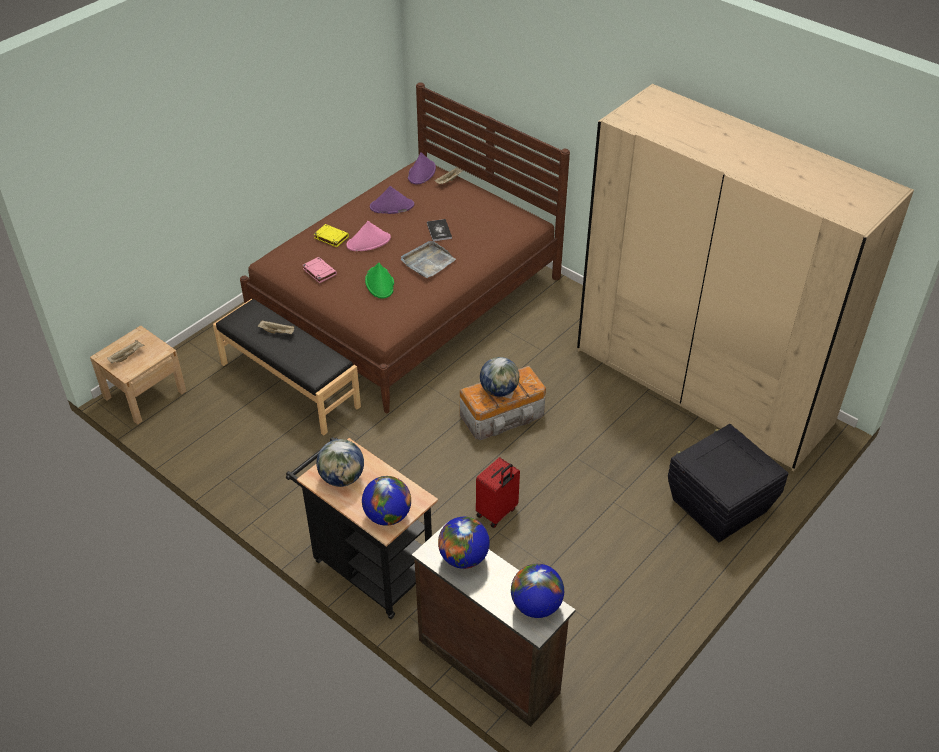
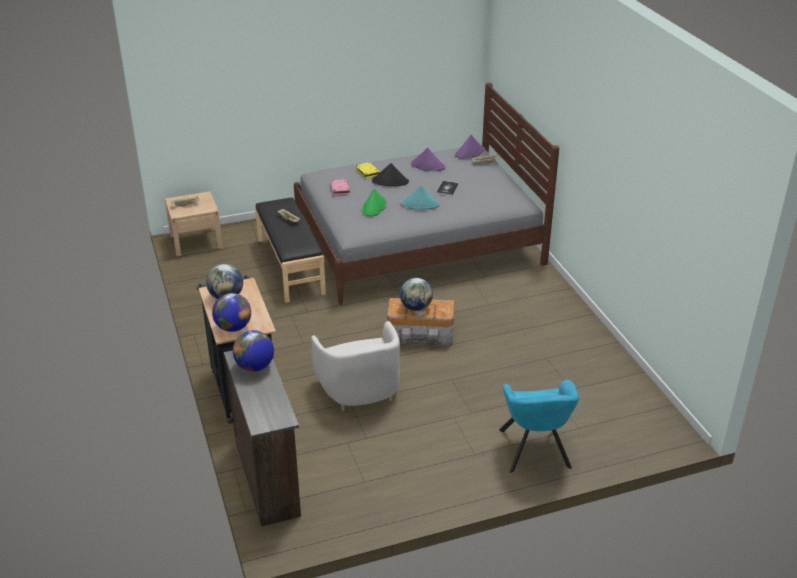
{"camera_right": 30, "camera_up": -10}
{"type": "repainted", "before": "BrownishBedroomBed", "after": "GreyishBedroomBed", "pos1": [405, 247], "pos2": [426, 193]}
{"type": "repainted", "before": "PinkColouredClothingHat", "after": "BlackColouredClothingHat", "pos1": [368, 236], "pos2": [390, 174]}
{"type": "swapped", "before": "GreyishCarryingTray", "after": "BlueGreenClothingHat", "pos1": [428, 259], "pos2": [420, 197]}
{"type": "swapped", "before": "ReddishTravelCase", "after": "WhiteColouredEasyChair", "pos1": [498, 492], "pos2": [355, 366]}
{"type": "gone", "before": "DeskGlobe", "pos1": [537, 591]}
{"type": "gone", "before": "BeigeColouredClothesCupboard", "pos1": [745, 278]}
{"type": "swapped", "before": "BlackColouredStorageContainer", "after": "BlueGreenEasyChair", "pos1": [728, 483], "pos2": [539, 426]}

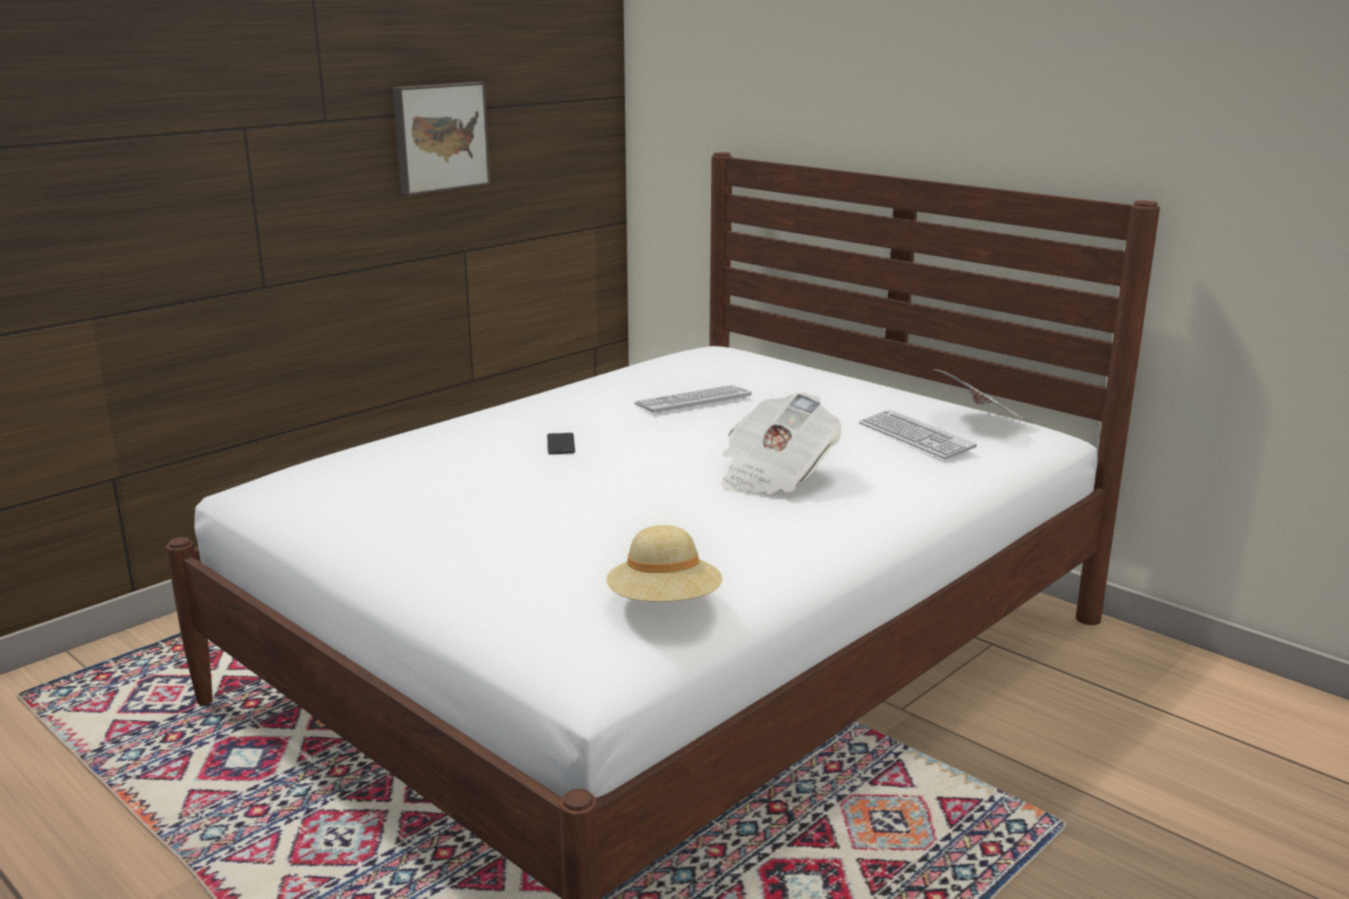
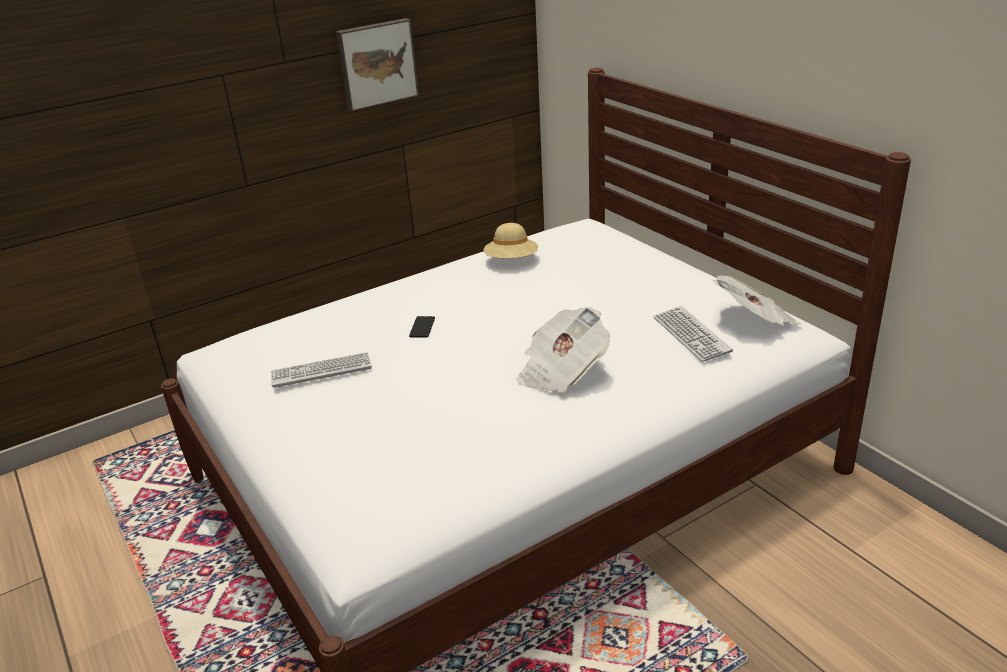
{"camera_right": 15, "camera_up": 10}
{"type": "shifted", "before": "BeigeColouredClothingHat", "pos1": [664, 563], "pos2": [511, 240]}
{"type": "shifted", "before": "ComputerKeyboard", "pos1": [693, 399], "pos2": [321, 370]}

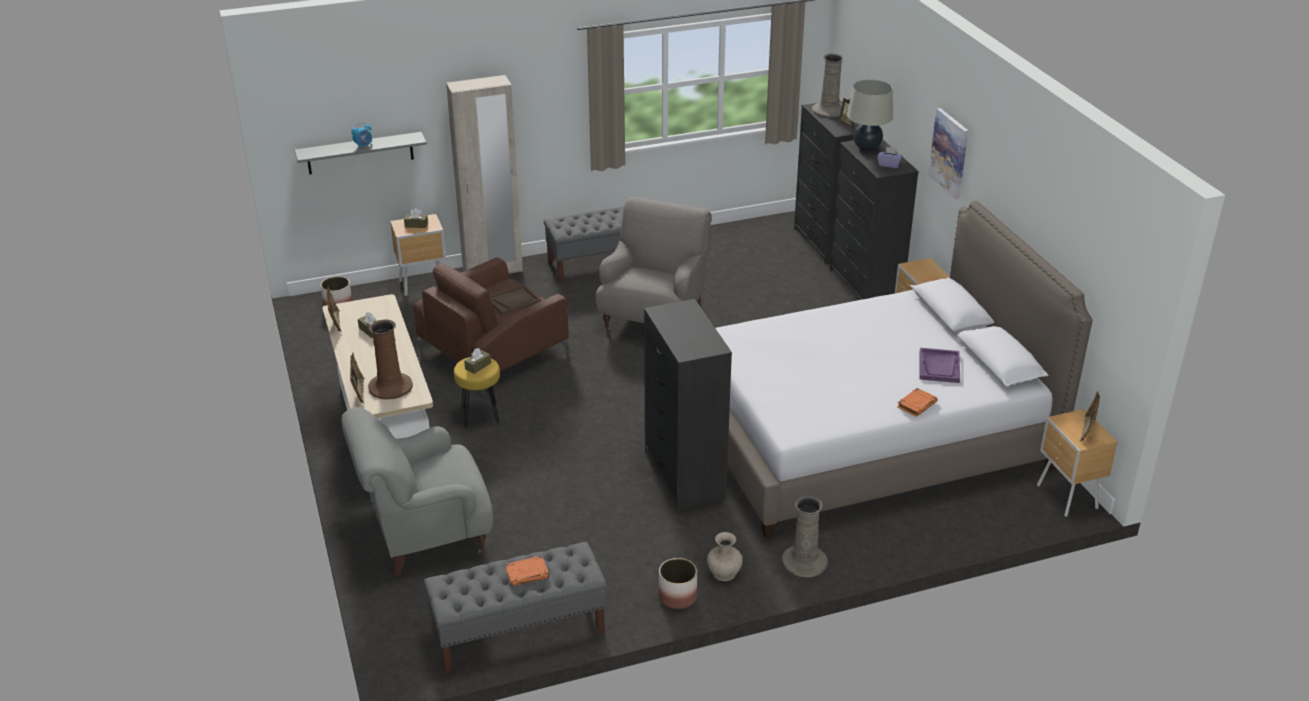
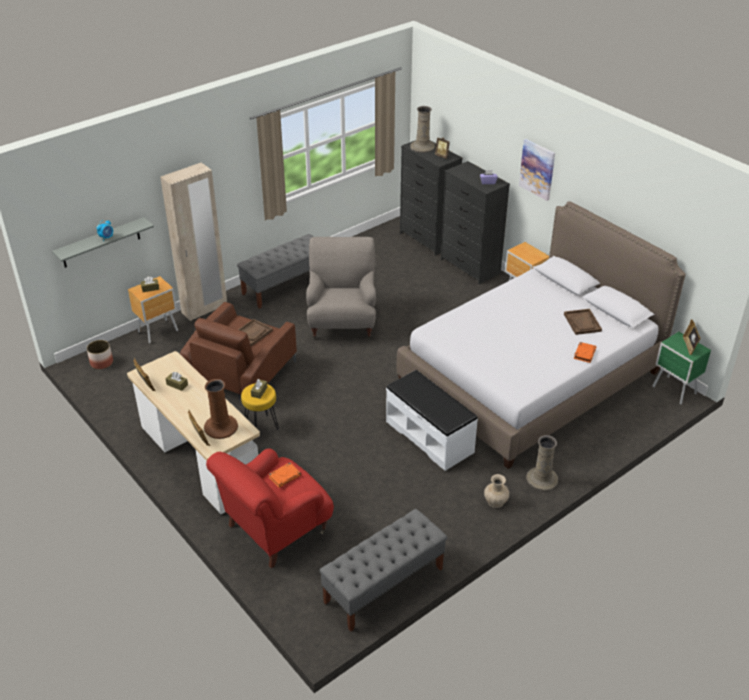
{"camera_right": -20, "camera_up": 5}
{"type": "repainted", "before": "GreyishEasyChair", "after": "ReddishEasyChair", "pos1": [417, 492], "pos2": [270, 509]}
{"type": "shifted", "before": "OrangeColouredBoundBook", "pos1": [527, 571], "pos2": [284, 475]}
{"type": "swapped", "before": "BlackColouredDresser", "after": "WhiteColouredLongSeat", "pos1": [688, 404], "pos2": [432, 420]}
{"type": "gone", "before": "FlowerPot", "pos1": [678, 583]}
{"type": "gone", "before": "BeigeColouredTabletopLamp", "pos1": [870, 114]}
{"type": "repainted", "before": "PurpleCarryingTray", "after": "BrownishCarryingTray", "pos1": [939, 365], "pos2": [583, 322]}
{"type": "repainted", "before": "BrownishNightTable", "after": "GreenColouredNightTable", "pos1": [1077, 463], "pos2": [682, 368]}

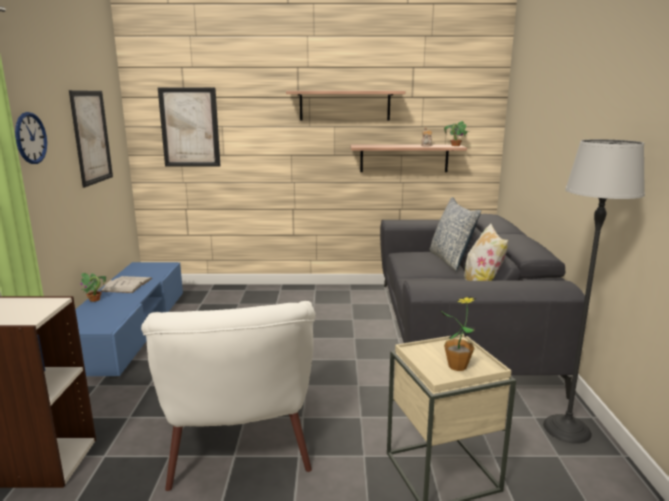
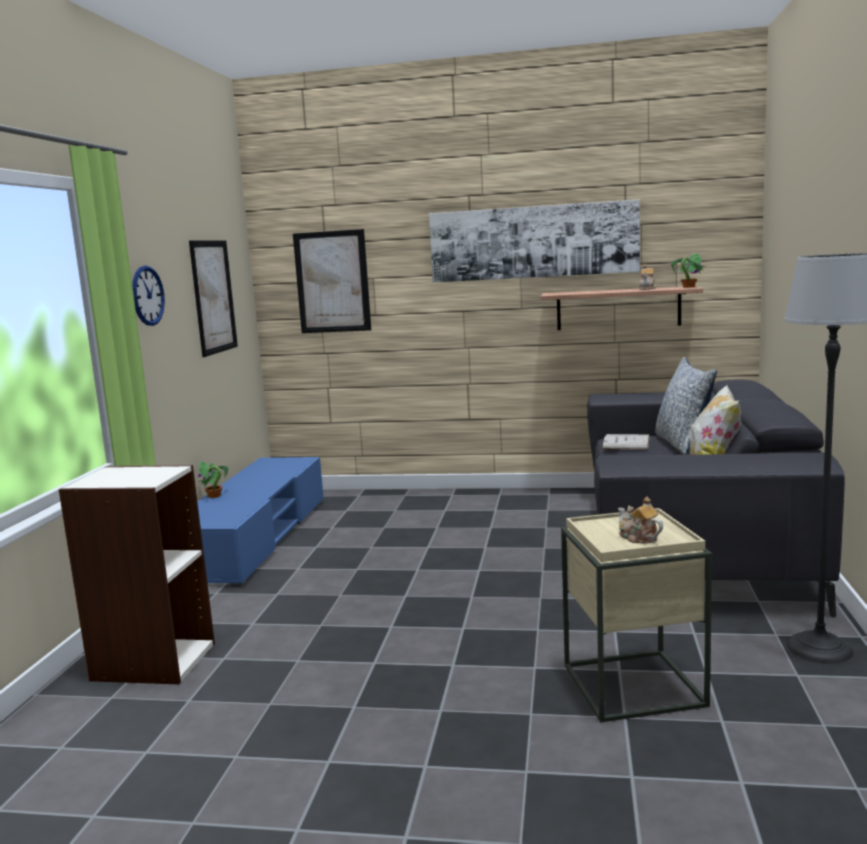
{"camera_right": 10, "camera_up": -5}
{"type": "shifted", "before": "WhiteColouredBoundBook", "pos1": [126, 284], "pos2": [626, 441]}
{"type": "gone", "before": "WhiteColouredEasyChair", "pos1": [228, 396]}
{"type": "swapped", "before": "Shelf", "after": "Picture", "pos1": [345, 106], "pos2": [534, 241]}
{"type": "swapped", "before": "PottedPlant", "after": "PotForTea", "pos1": [458, 333], "pos2": [640, 520]}

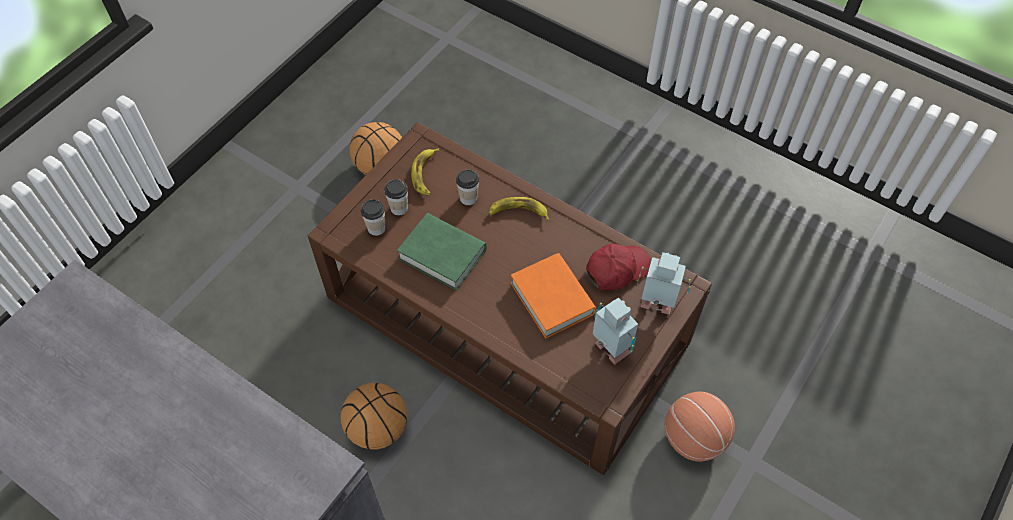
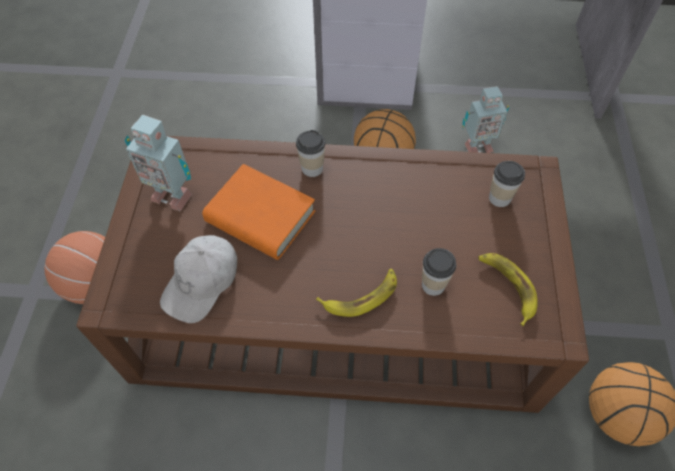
{"camera_right": 150, "camera_up": 0}
{"type": "shifted", "before": "SmallCup", "pos1": [396, 197], "pos2": [310, 153]}
{"type": "gone", "before": "GreenColouredBoundBook", "pos1": [441, 252]}
{"type": "repainted", "before": "ReddishCap", "after": "WhiteColouredCap", "pos1": [618, 267], "pos2": [198, 279]}
{"type": "shifted", "before": "ModelRobot", "pos1": [664, 283], "pos2": [486, 119]}

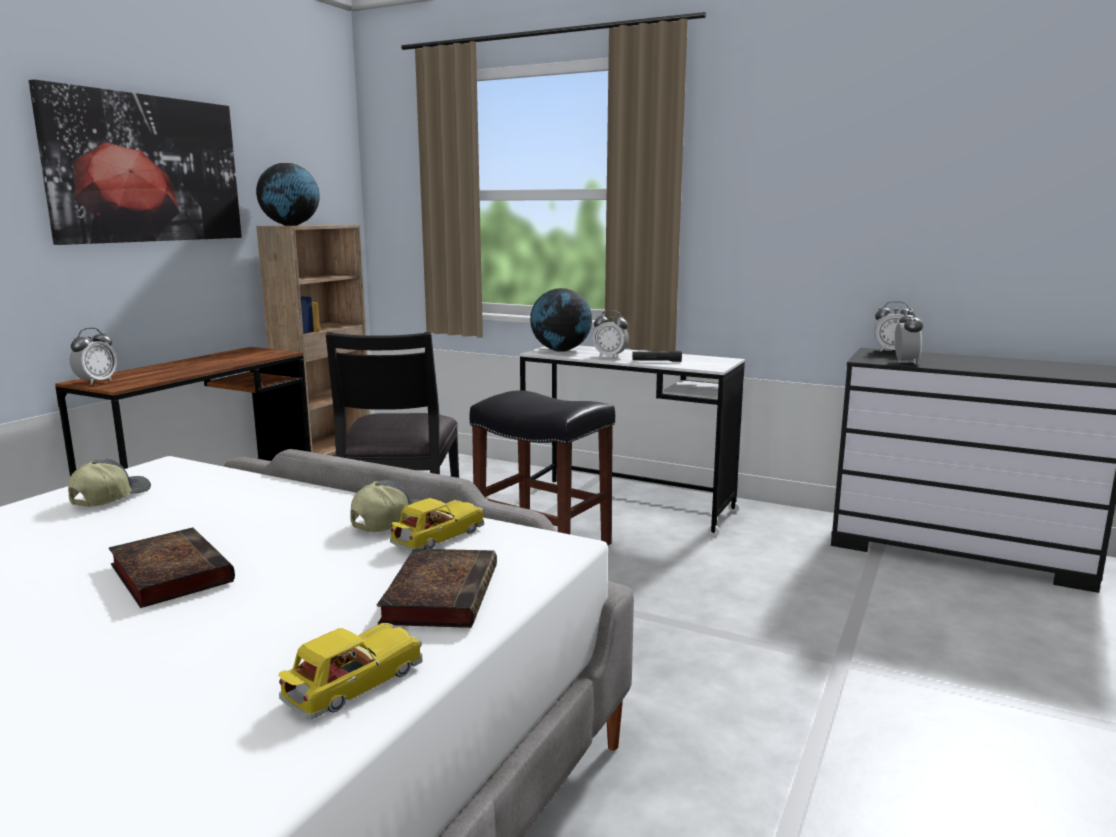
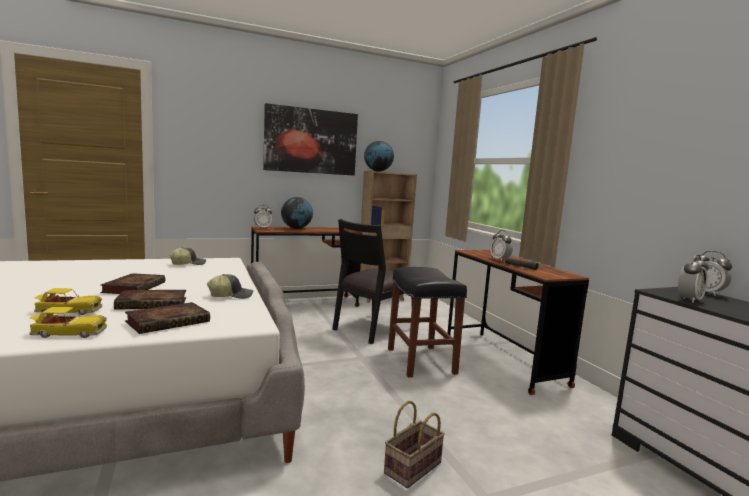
{"camera_right": 40, "camera_up": -5}
{"type": "shifted", "before": "MiniatureCar", "pos1": [437, 524], "pos2": [68, 301]}
{"type": "repainted", "before": "WhiteColouredDeskUnit", "after": "BrownishDeskUnit", "pos1": [632, 440], "pos2": [518, 322]}
{"type": "shifted", "before": "DeskGlobe", "pos1": [561, 320], "pos2": [297, 213]}
{"type": "new", "after": "BoundBook", "pos2": [150, 300]}
{"type": "new", "after": "HouseholdBasket", "pos2": [414, 444]}

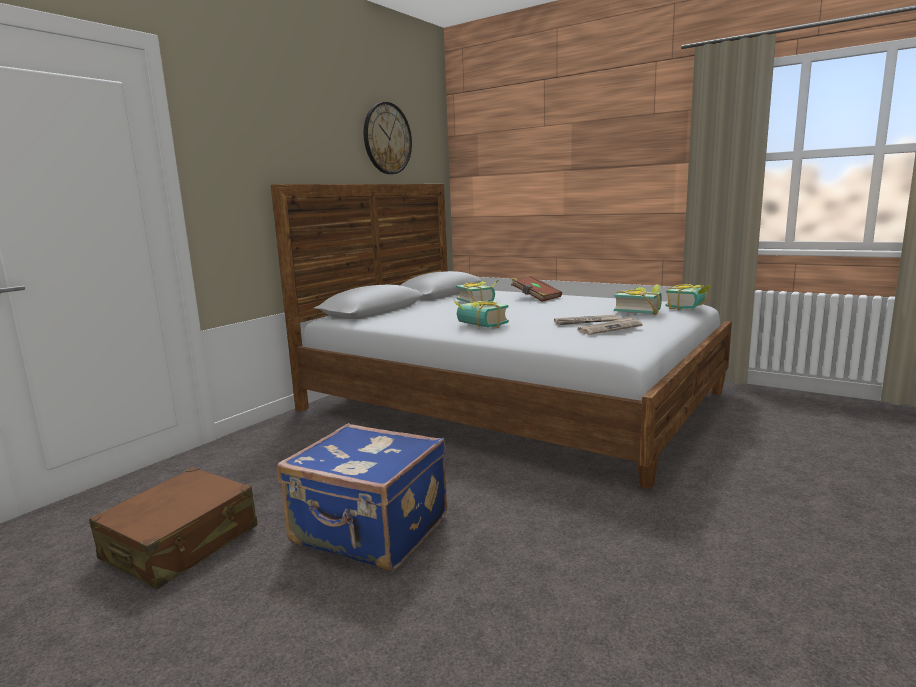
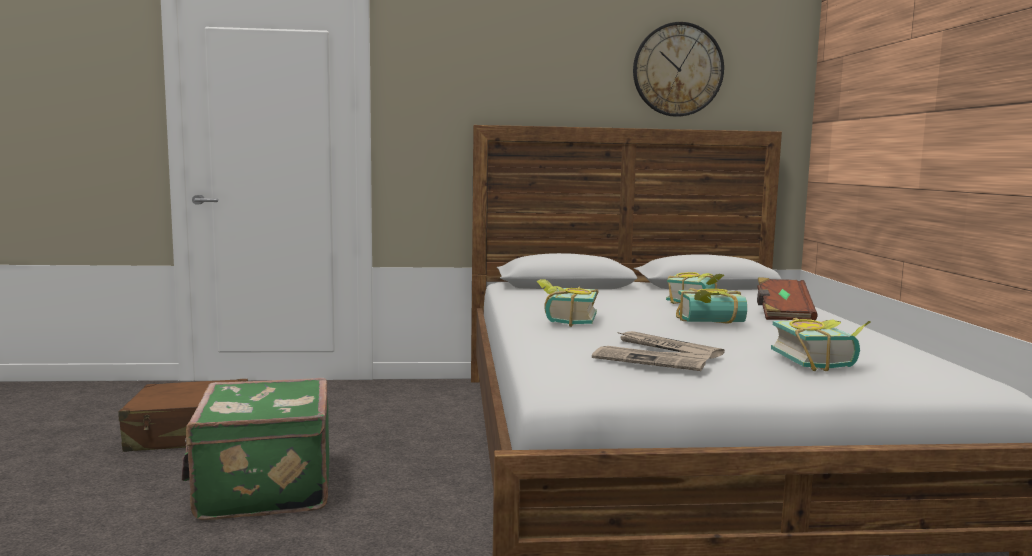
{"camera_right": 50, "camera_up": -5}
{"type": "repainted", "before": "BlueTravelCase", "after": "GreenColouredTravelCase", "pos1": [362, 496], "pos2": [255, 449]}
{"type": "shifted", "before": "BoundBook", "pos1": [688, 297], "pos2": [711, 306]}

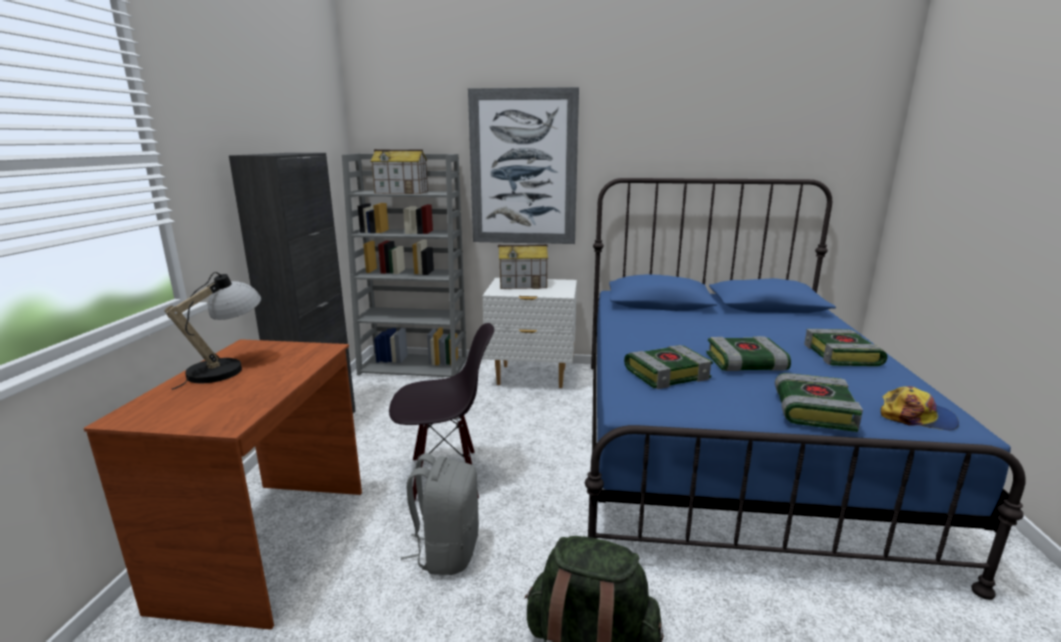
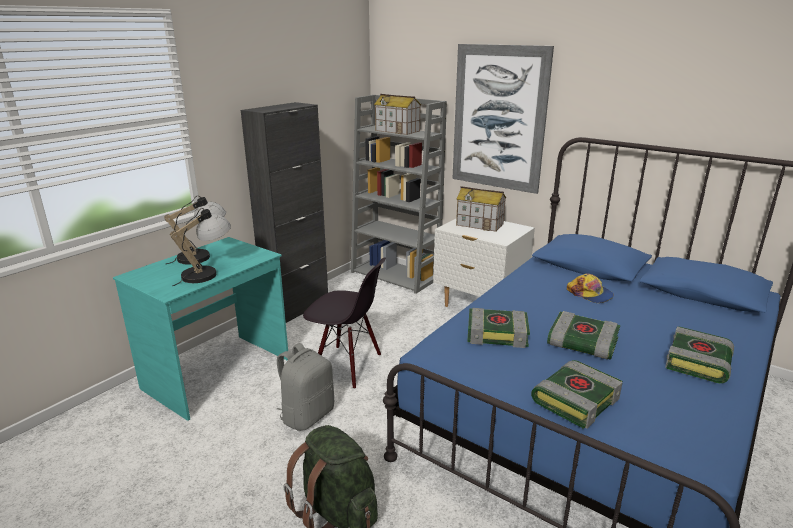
{"camera_right": 30, "camera_up": 5}
{"type": "repainted", "before": "BrownishDeskUnit", "after": "BlueGreenDeskUnit", "pos1": [223, 484], "pos2": [200, 329]}
{"type": "shifted", "before": "Cap", "pos1": [920, 408], "pos2": [590, 288]}
{"type": "new", "after": "TabletopLamp", "pos2": [200, 247]}

